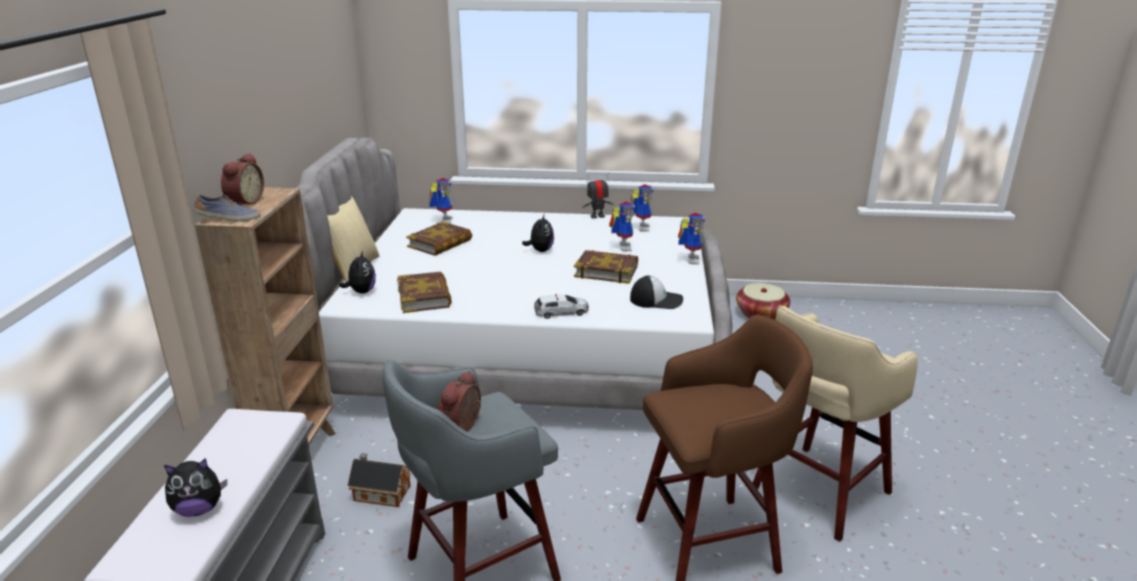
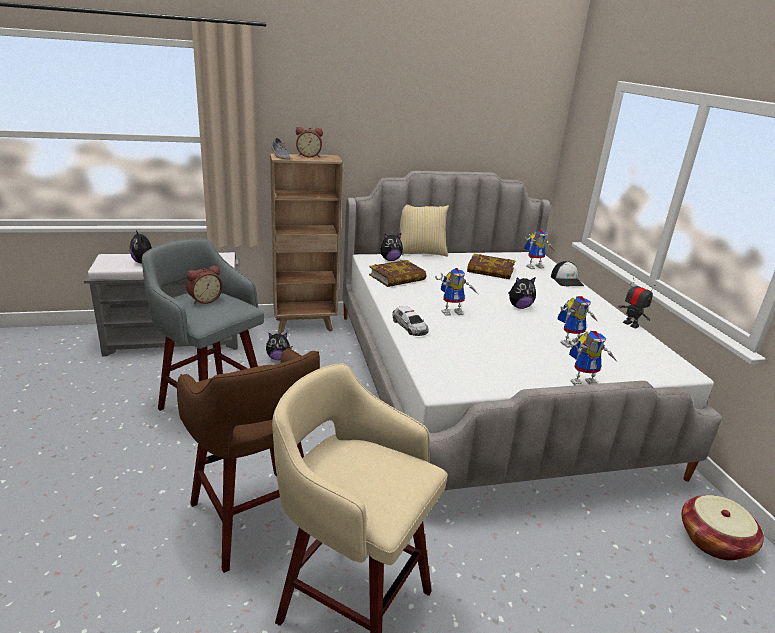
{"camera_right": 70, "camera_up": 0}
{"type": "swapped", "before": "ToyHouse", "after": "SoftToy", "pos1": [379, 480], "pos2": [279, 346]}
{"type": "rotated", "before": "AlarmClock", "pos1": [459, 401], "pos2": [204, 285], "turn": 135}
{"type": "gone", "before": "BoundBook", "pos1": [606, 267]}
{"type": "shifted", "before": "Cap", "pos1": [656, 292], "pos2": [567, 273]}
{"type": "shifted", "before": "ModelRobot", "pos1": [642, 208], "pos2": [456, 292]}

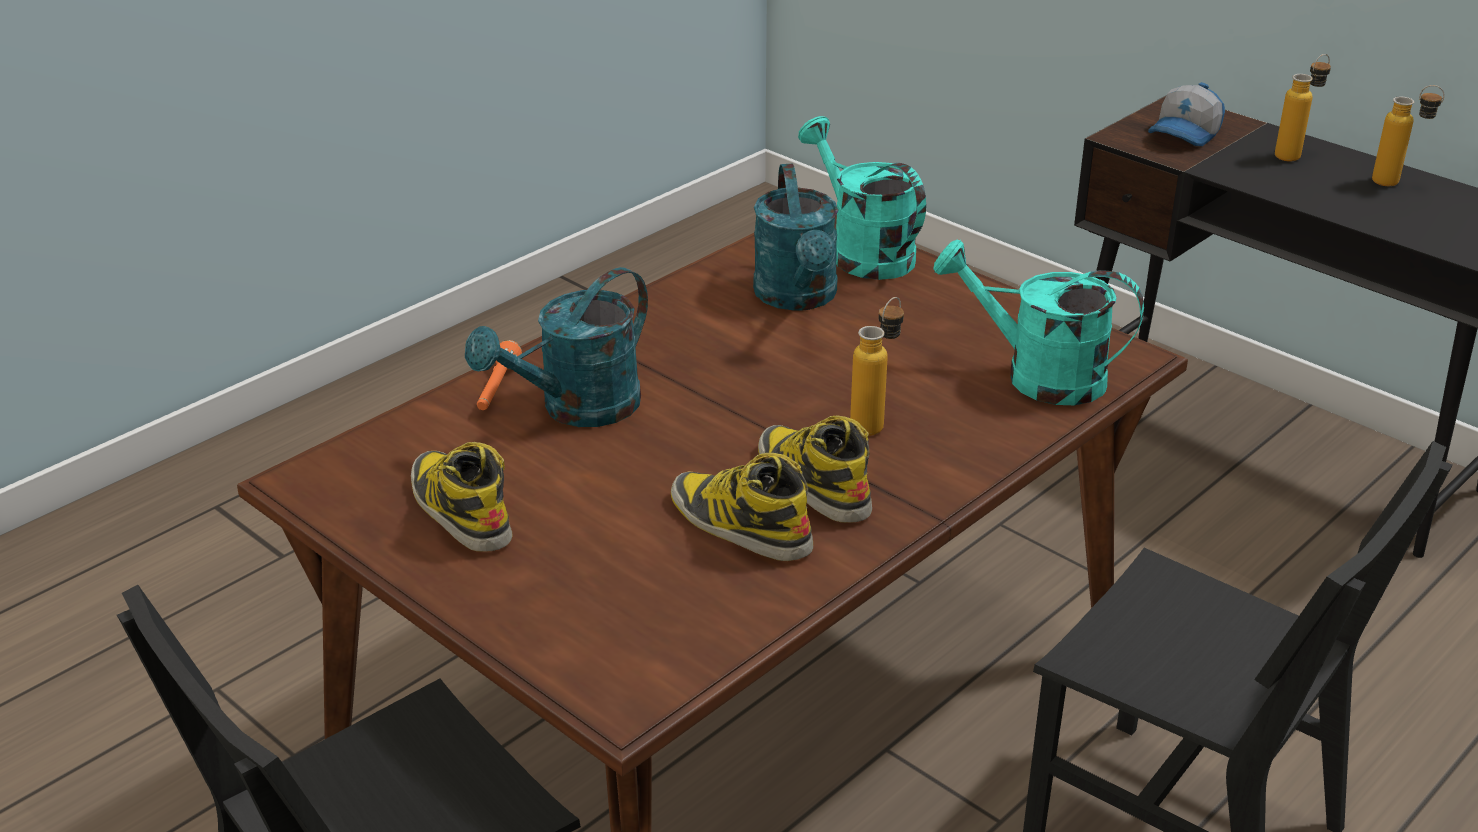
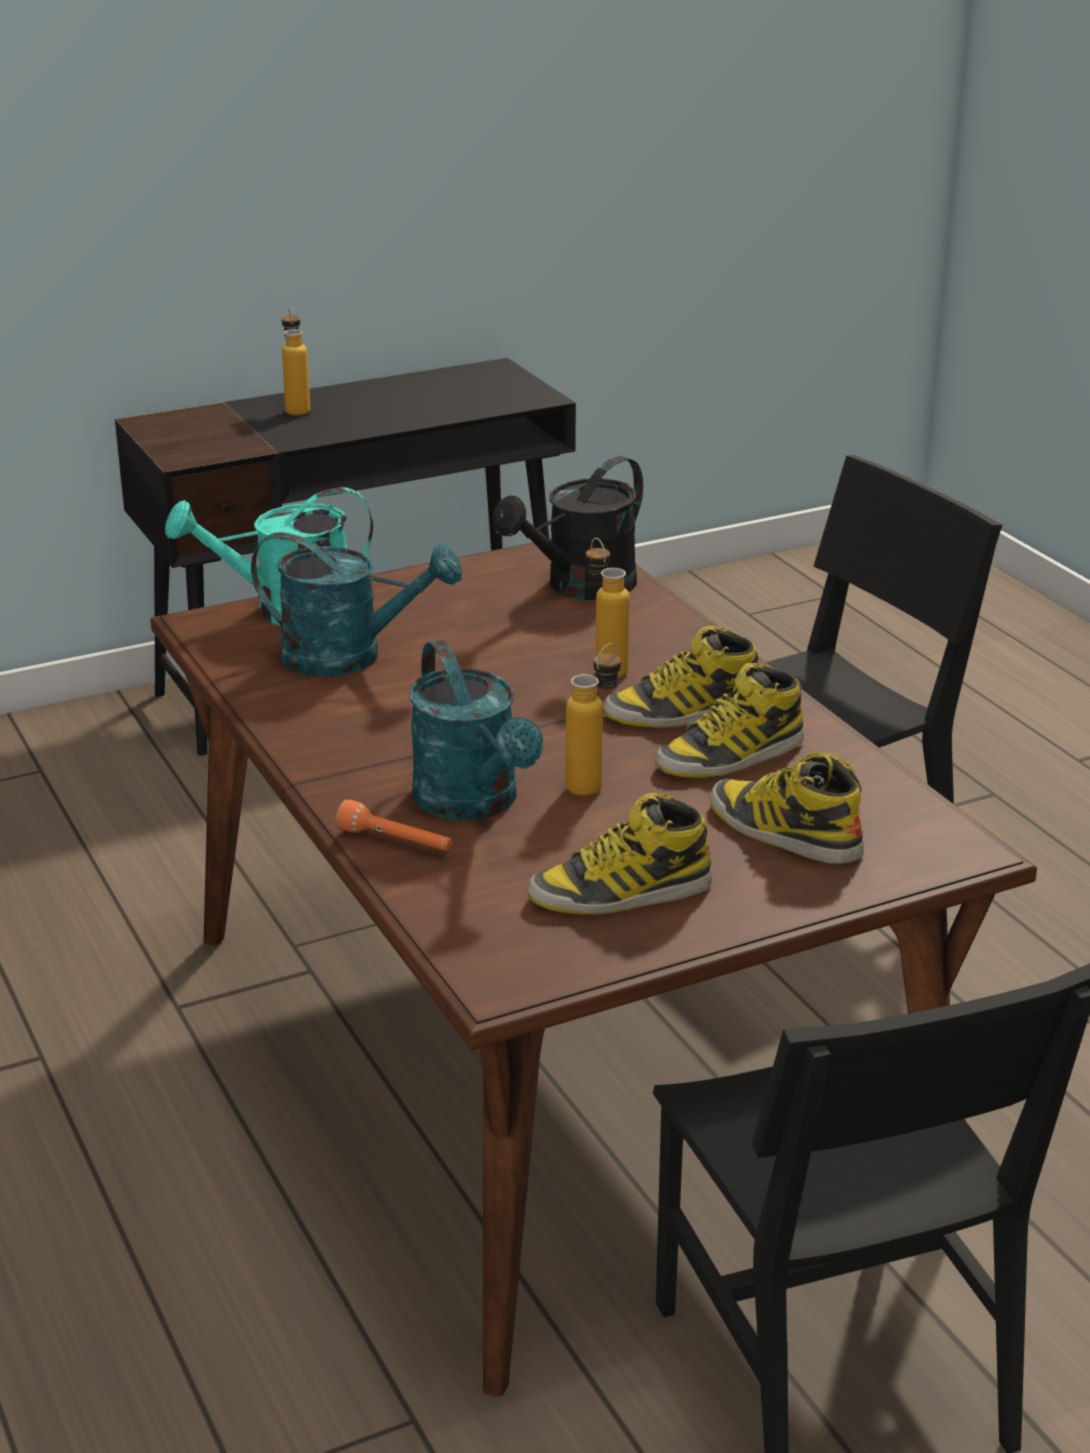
{"camera_right": -70, "camera_up": -5}
{"type": "repainted", "before": "BlueGreenSprinklingCan", "after": "BlackColouredSprinklingCan", "pos1": [1038, 322], "pos2": [568, 528]}
{"type": "gone", "before": "Cap", "pos1": [1186, 114]}
{"type": "shifted", "before": "Bottle", "pos1": [1408, 135], "pos2": [593, 719]}
{"type": "new", "after": "HighTopBoot", "pos2": [787, 808]}

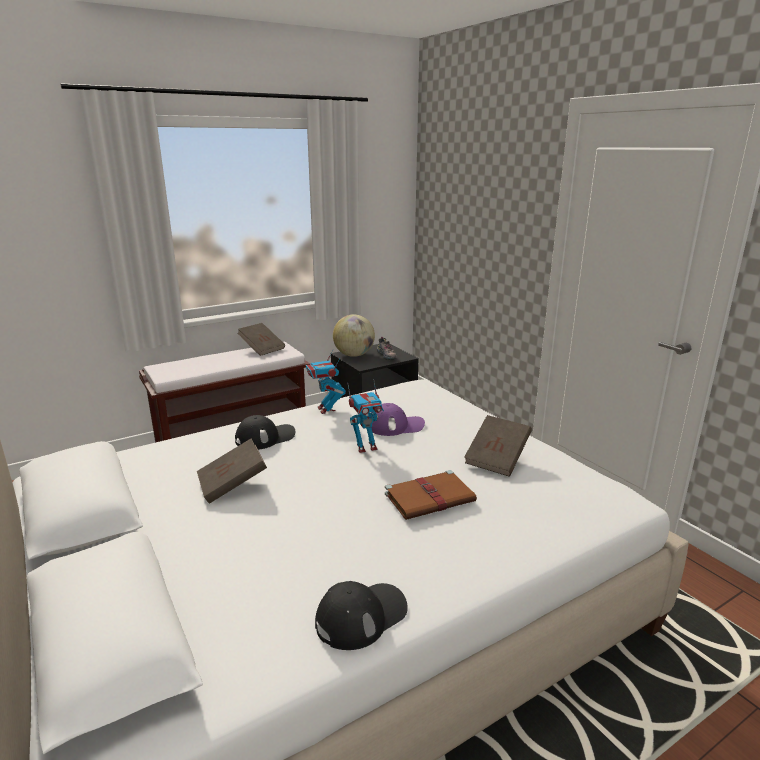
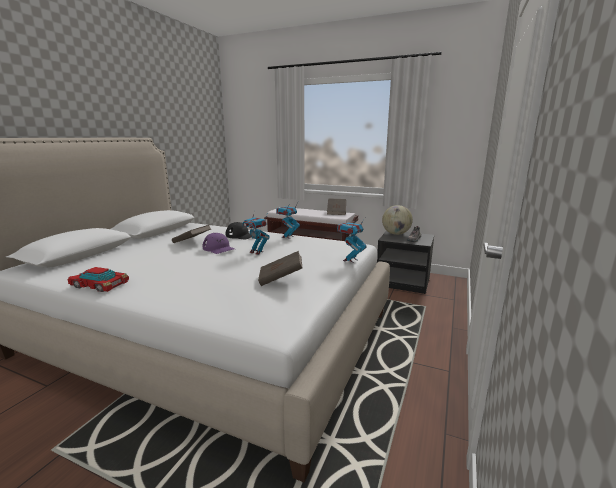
{"camera_right": 55, "camera_up": -5}
{"type": "swapped", "before": "BlackColouredCap", "after": "MiniatureCar", "pos1": [361, 615], "pos2": [98, 279]}
{"type": "shifted", "before": "PurpleCap", "pos1": [398, 419], "pos2": [218, 243]}
{"type": "gone", "before": "BrownishBoundBook", "pos1": [431, 495]}
{"type": "new", "after": "ModelRobot", "pos2": [352, 240]}

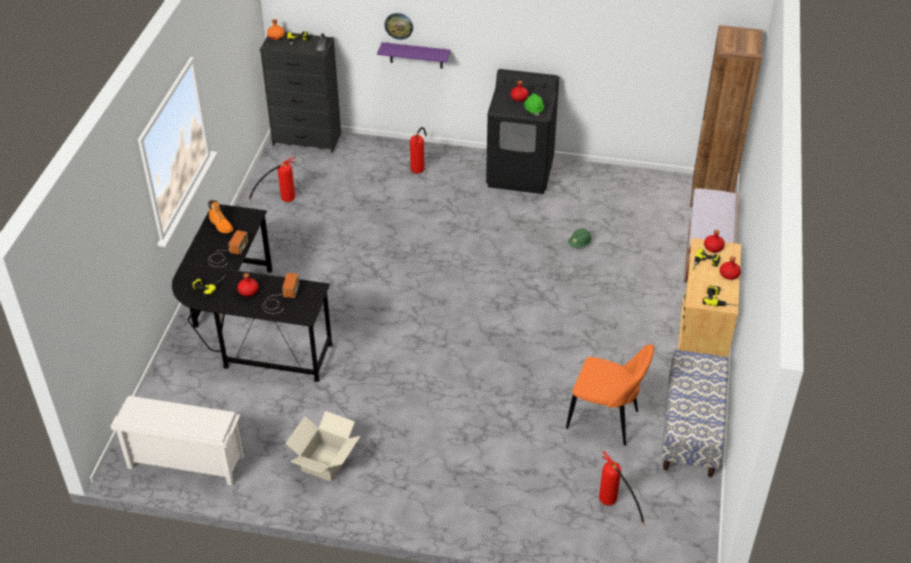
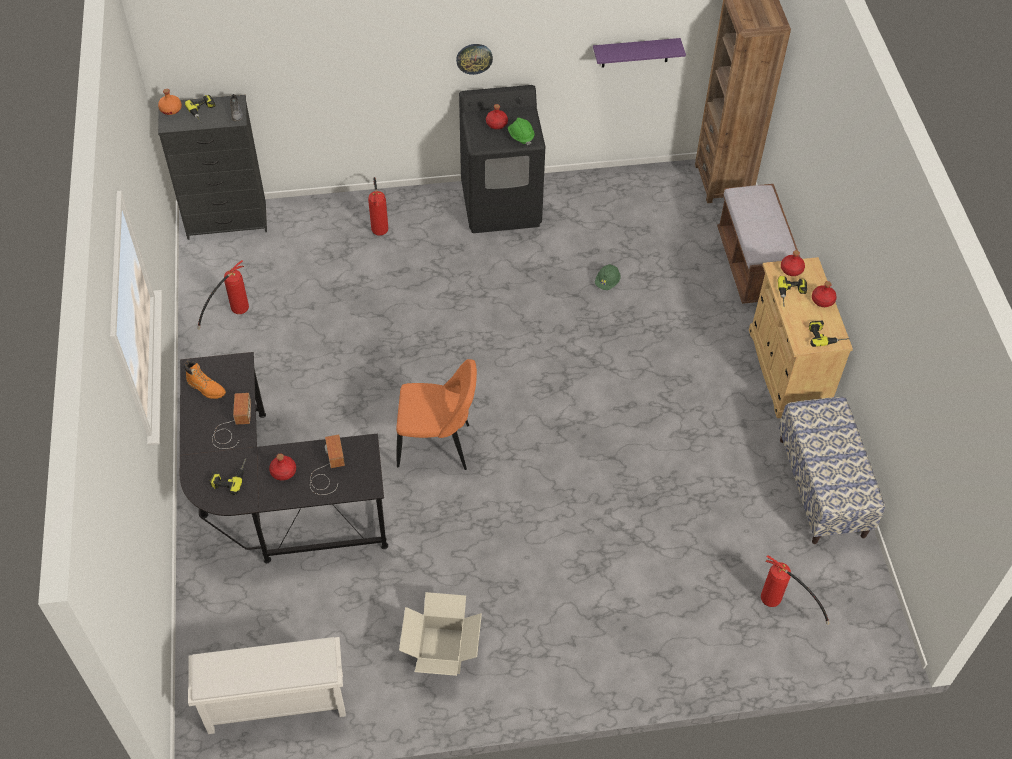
{"camera_right": -20, "camera_up": 10}
{"type": "shifted", "before": "PurpleShelf", "pos1": [414, 55], "pos2": [639, 53]}
{"type": "shifted", "before": "ClockOnTheWall", "pos1": [398, 26], "pos2": [474, 59]}
{"type": "shifted", "before": "OrangeColouredUprightChair", "pos1": [610, 395], "pos2": [436, 414]}

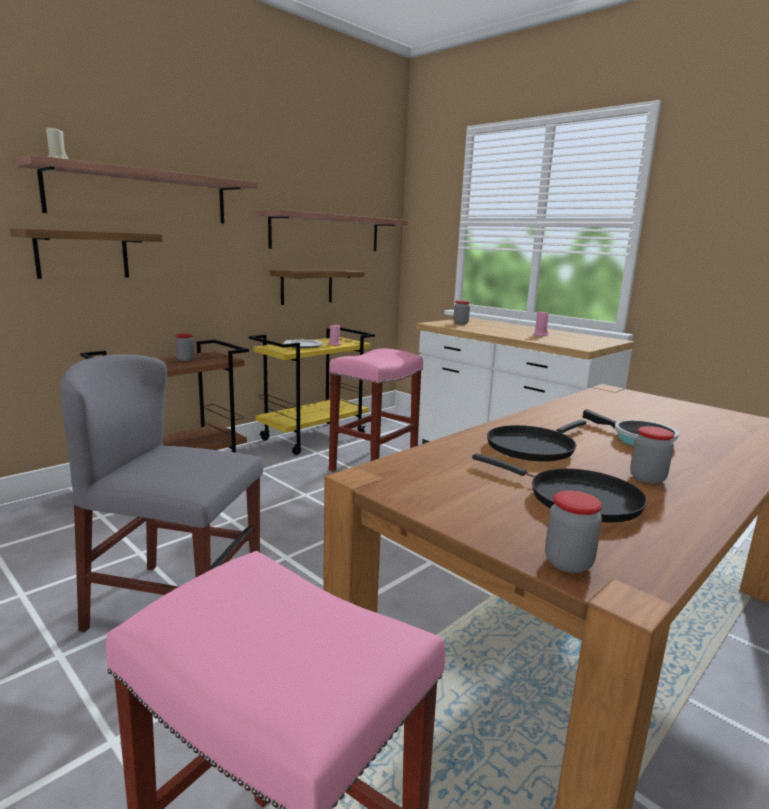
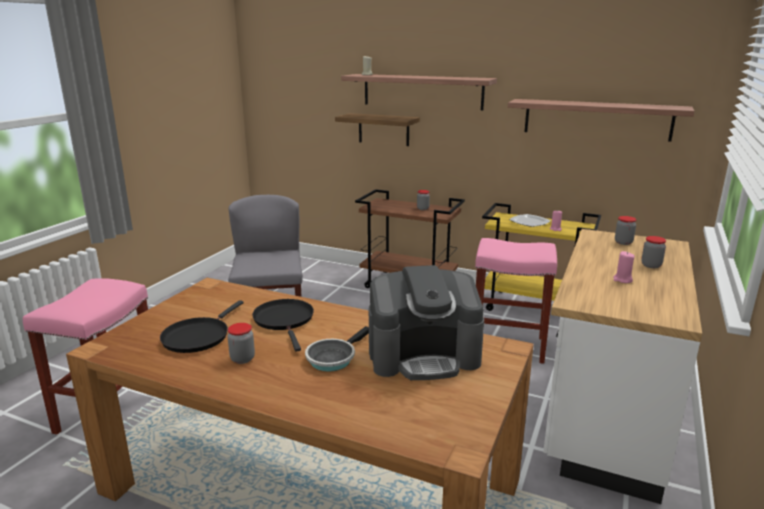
{"camera_right": 70, "camera_up": 5}
{"type": "gone", "before": "Shelf", "pos1": [317, 287]}
{"type": "rotated", "before": "BlackColouredPan", "pos1": [536, 441], "pos2": [283, 325], "turn": 45}
{"type": "shifted", "before": "StorageJar", "pos1": [573, 531], "pos2": [653, 252]}
{"type": "new", "after": "CoffeeMaker", "pos2": [426, 322]}

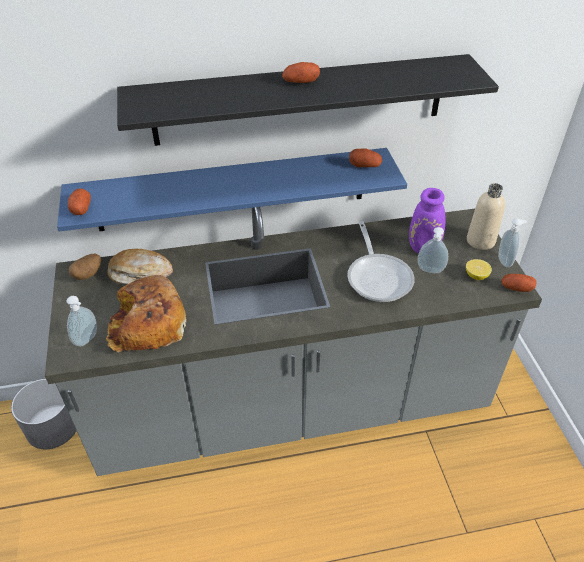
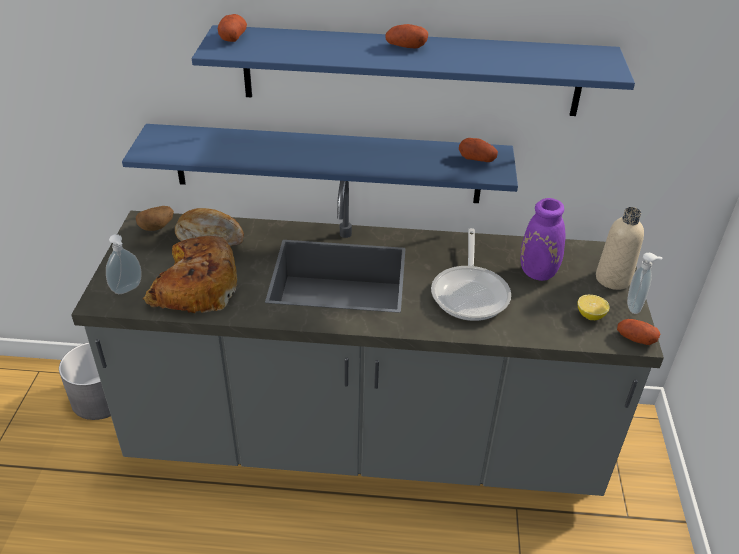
{"camera_right": 15, "camera_up": -5}
{"type": "shifted", "before": "Potato", "pos1": [79, 202], "pos2": [232, 28]}
{"type": "repainted", "before": "BlackColouredShelf", "after": "BlueShelf", "pos1": [308, 100], "pos2": [413, 70]}
{"type": "gone", "before": "LiquidSoapBottle", "pos1": [432, 250]}

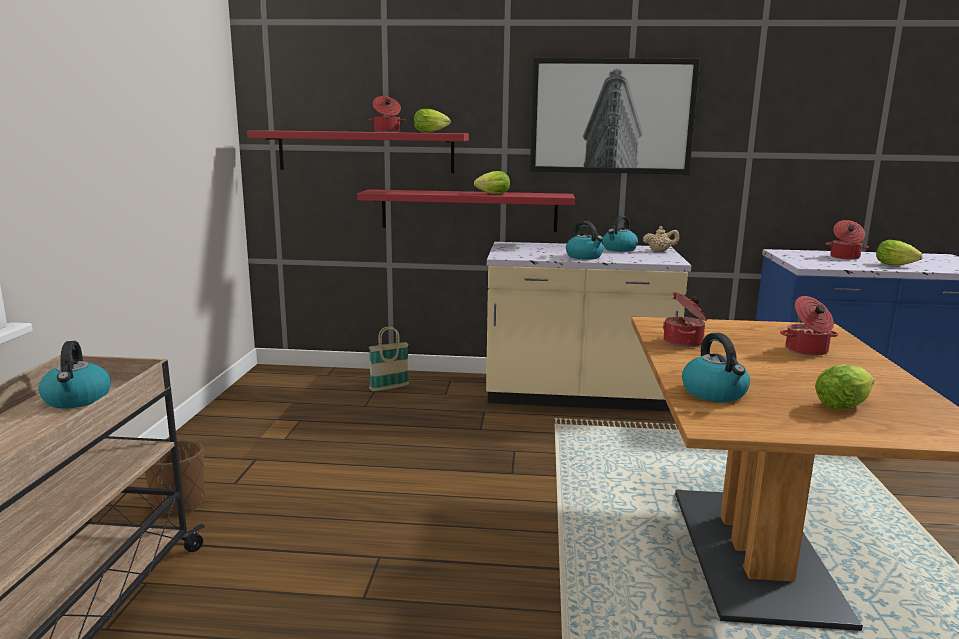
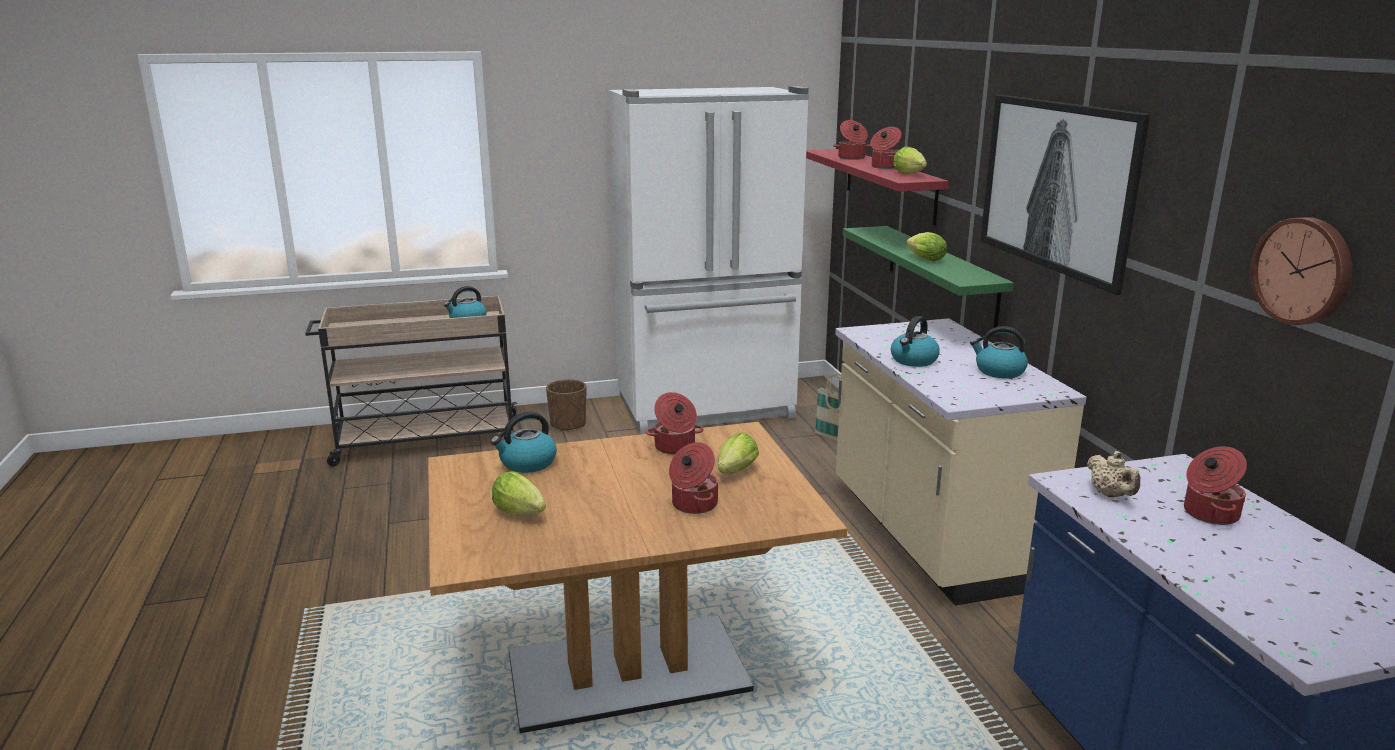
{"camera_right": 70, "camera_up": 5}
{"type": "repainted", "before": "ReddishShelf", "after": "GreenColouredShelf", "pos1": [466, 210], "pos2": [928, 276]}
{"type": "shifted", "before": "BeigeColouredPotForTea", "pos1": [661, 239], "pos2": [1114, 474]}
{"type": "shifted", "before": "Lettuce", "pos1": [899, 253], "pos2": [738, 453]}
{"type": "new", "after": "WhiteColouredKitchenFridge", "pos2": [708, 260]}
{"type": "new", "after": "CookingPot", "pos2": [852, 140]}
{"type": "new", "after": "ClockOnTheWall", "pos2": [1301, 271]}

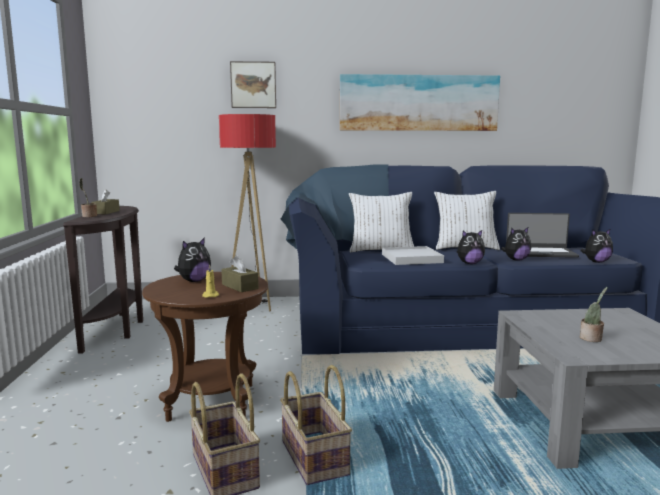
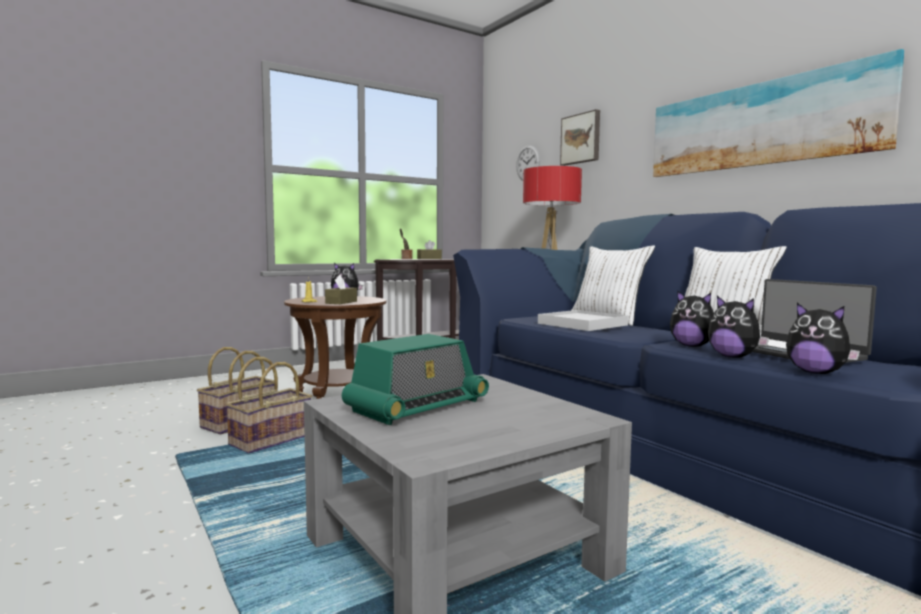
{"camera_right": 60, "camera_up": -5}
{"type": "shifted", "before": "SoftToy", "pos1": [471, 247], "pos2": [738, 327]}
{"type": "swapped", "before": "PottedPlant", "after": "RadioReceiver", "pos1": [594, 314], "pos2": [415, 379]}
{"type": "new", "after": "ClockOnTheWall", "pos2": [528, 163]}

